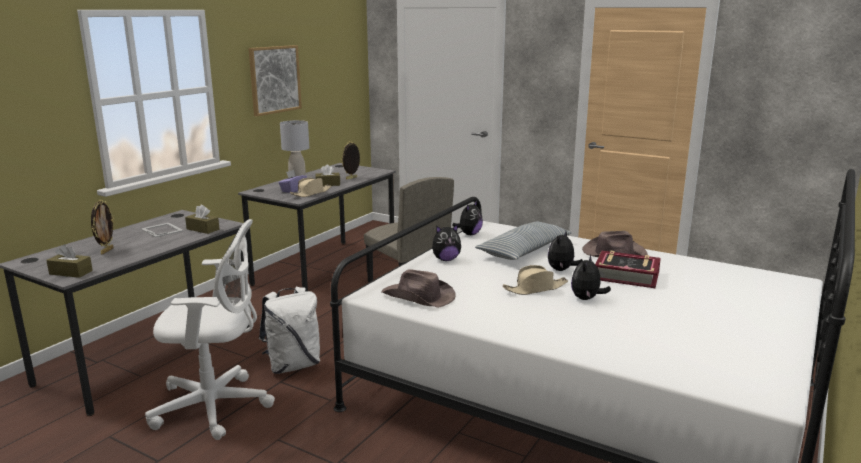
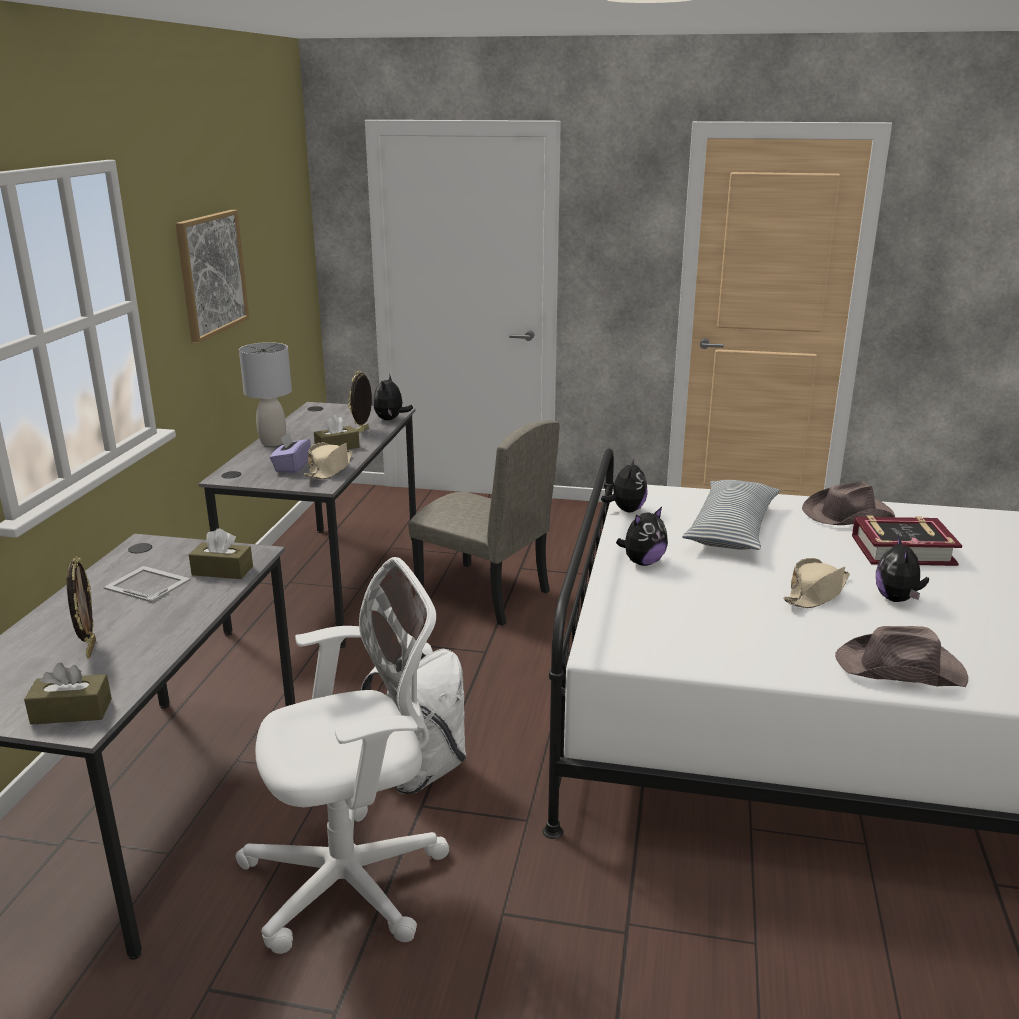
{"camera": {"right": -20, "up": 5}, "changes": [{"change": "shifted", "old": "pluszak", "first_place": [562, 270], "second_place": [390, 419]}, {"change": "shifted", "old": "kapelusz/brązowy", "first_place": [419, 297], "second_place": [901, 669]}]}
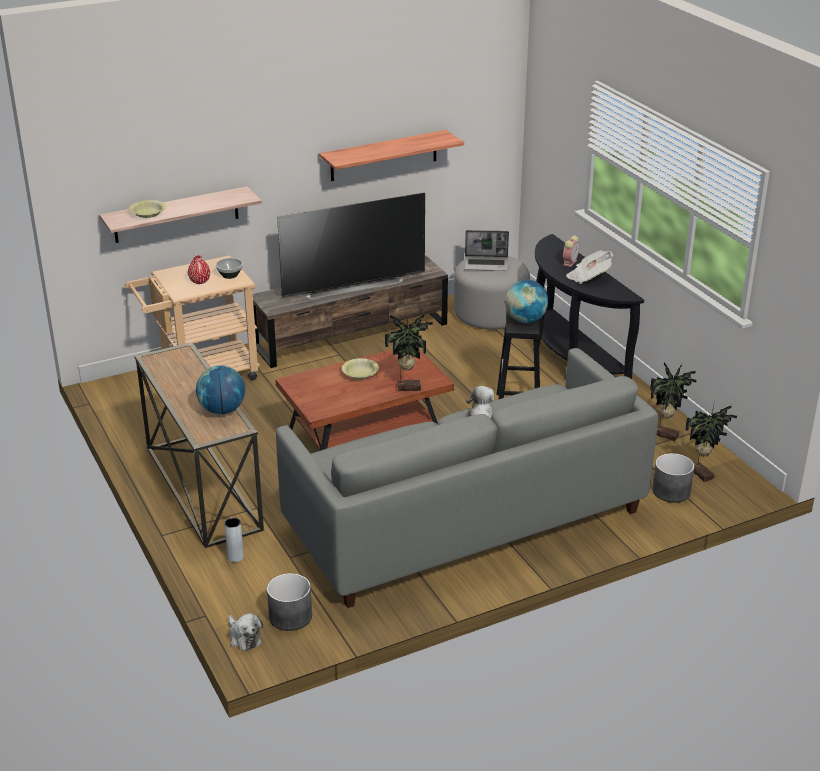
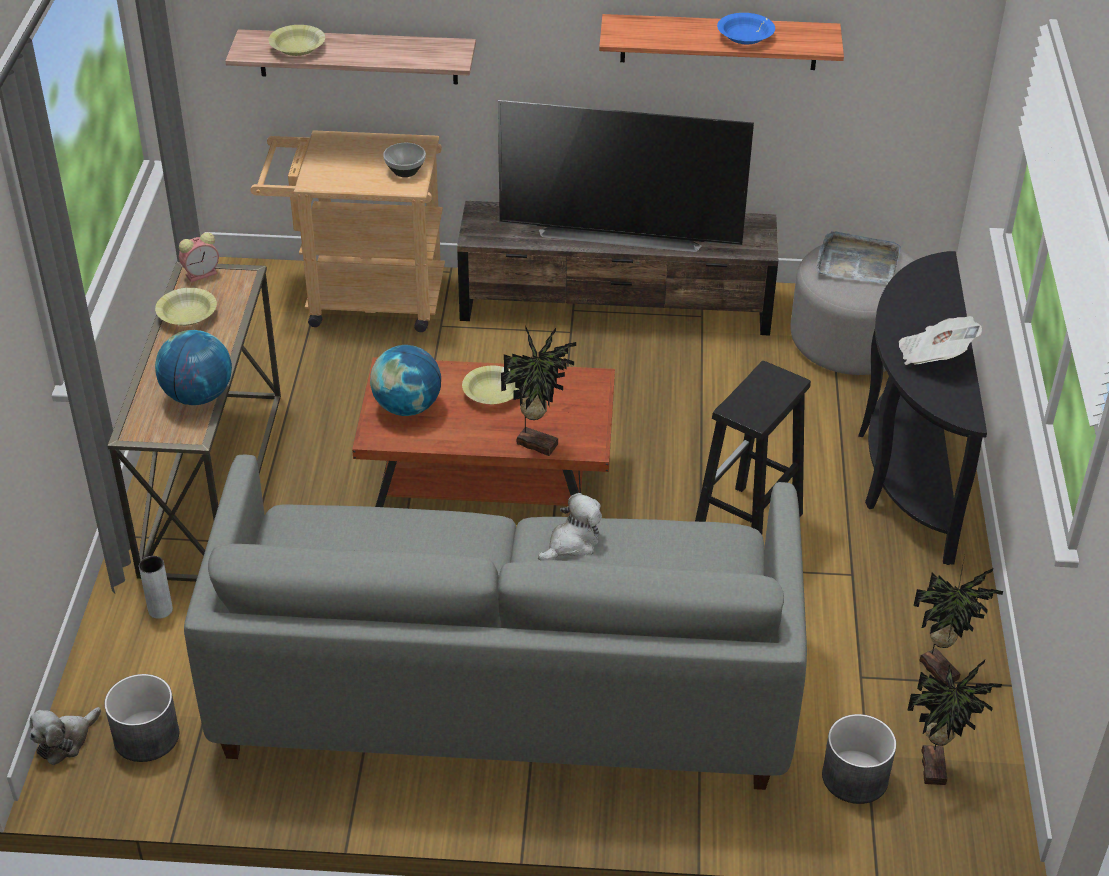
{"camera": {"right": 30, "up": 10}, "changes": [{"change": "swapped", "old": "laptop", "new": "taca/szary", "first_place": [486, 264], "second_place": [857, 262]}, {"change": "shifted", "old": "budzik", "first_place": [570, 262], "second_place": [202, 273]}, {"change": "gone", "old": "wazon/czerwony", "first_place": [199, 281]}, {"change": "shifted", "old": "globus", "first_place": [525, 320], "second_place": [407, 407]}, {"change": "rotated", "old": "pluszak", "first_place": [244, 637], "second_place": [65, 741], "degrees": 45}, {"change": "new", "new": "miska/niebieski", "second_place": [745, 36]}, {"change": "new", "new": "miska/żółty", "second_place": [187, 315]}]}
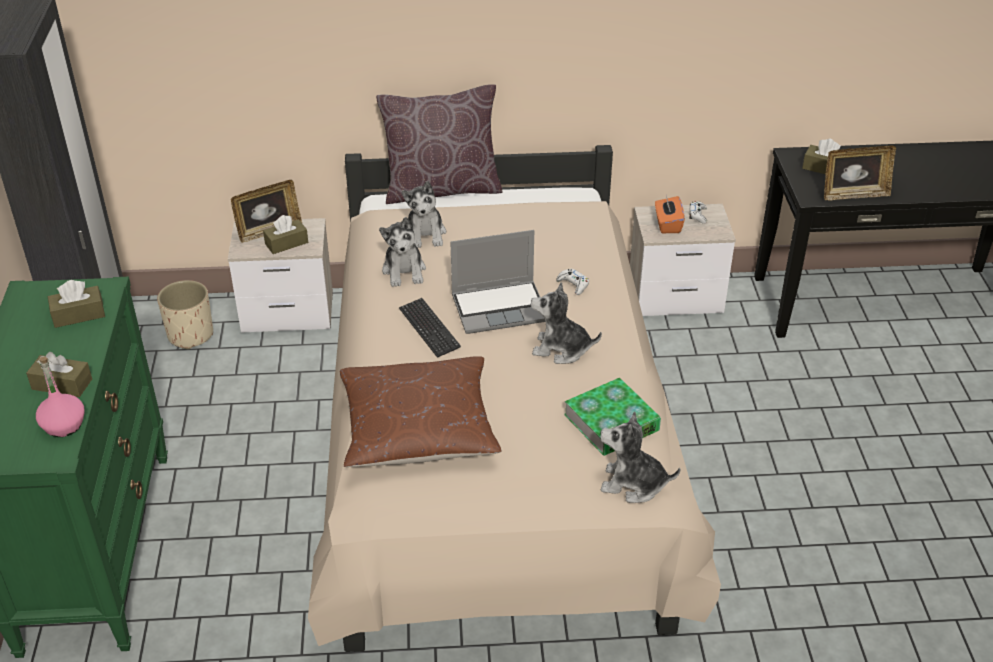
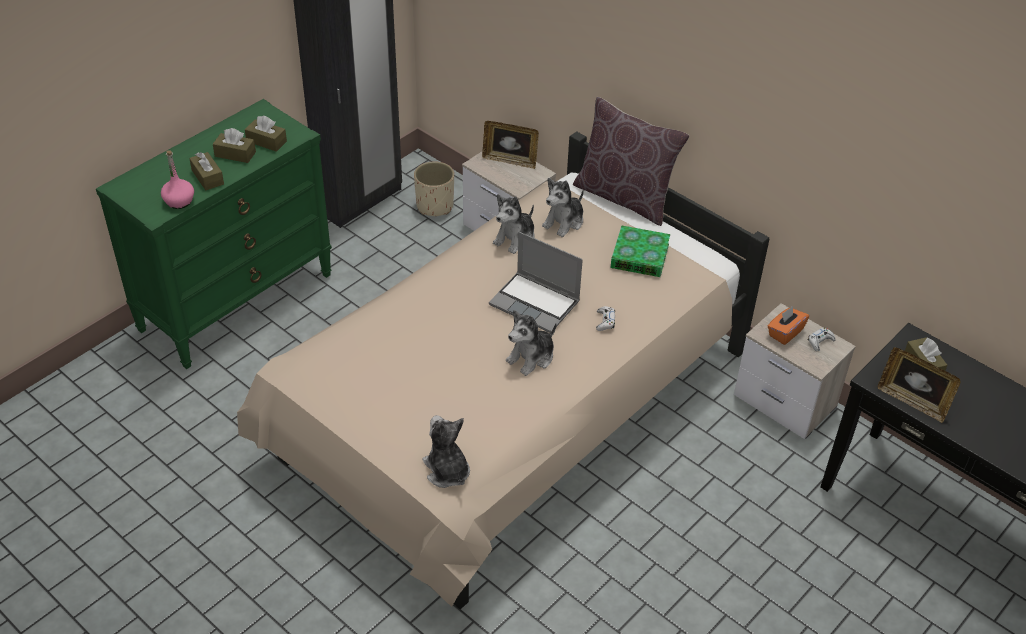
{"camera": {"right": 45, "up": 5}, "changes": [{"change": "shifted", "old": "pudełko chusteczek/brązowy", "first_place": [286, 243], "second_place": [235, 154]}, {"change": "rotated", "old": "pluszak", "first_place": [561, 349], "second_place": [531, 357], "degrees": -105}, {"change": "gone", "old": "klawiatura", "first_place": [429, 329]}, {"change": "gone", "old": "poduszka/brązowy", "first_place": [418, 429]}, {"change": "shifted", "old": "książka", "first_place": [611, 422], "second_place": [639, 256]}]}
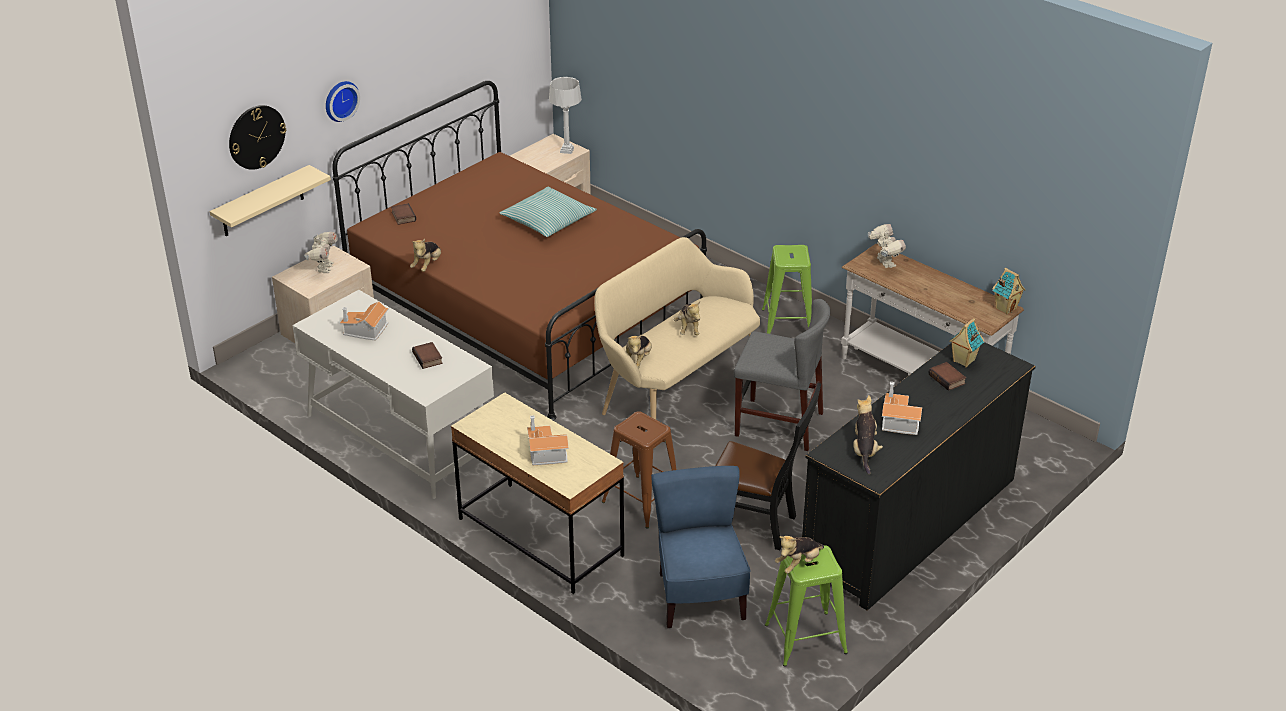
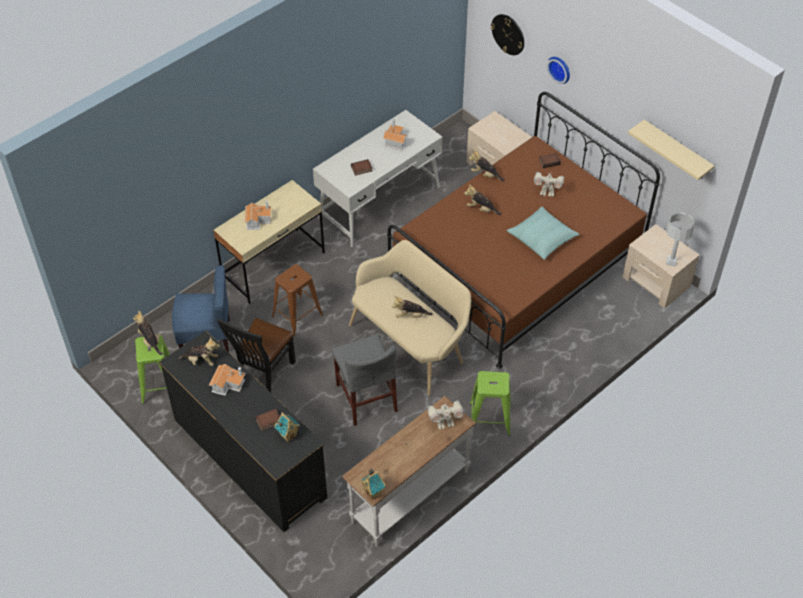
{"camera": {"right": 95, "up": 15}, "changes": [{"change": "shifted", "old": "półka/beżowy", "first_place": [262, 202], "second_place": [676, 151]}, {"change": "shifted", "old": "robot zabawkowy", "first_place": [324, 268], "second_place": [547, 192]}, {"change": "rotated", "old": "krzesło/szary", "first_place": [778, 424], "second_place": [366, 398], "degrees": -45}, {"change": "shifted", "old": "pluszak", "first_place": [638, 360], "second_place": [481, 209]}]}
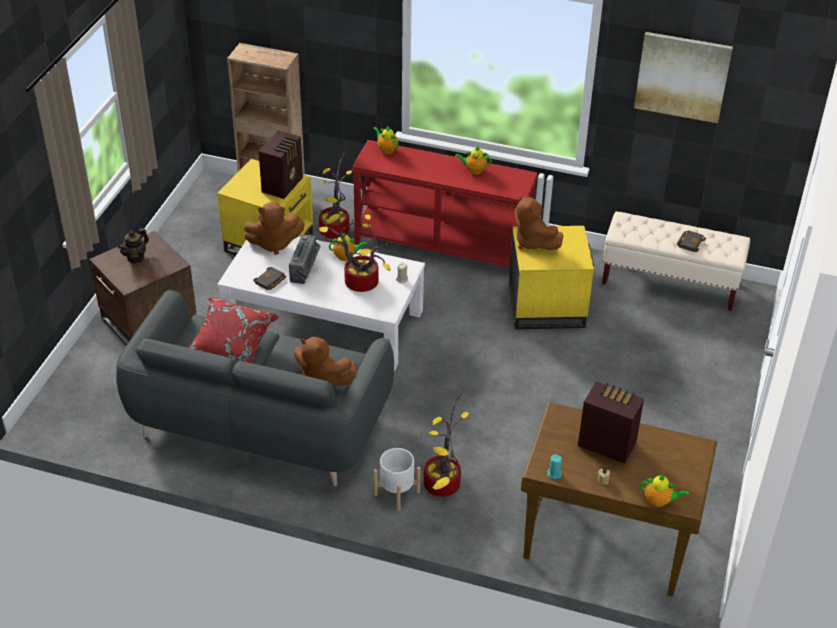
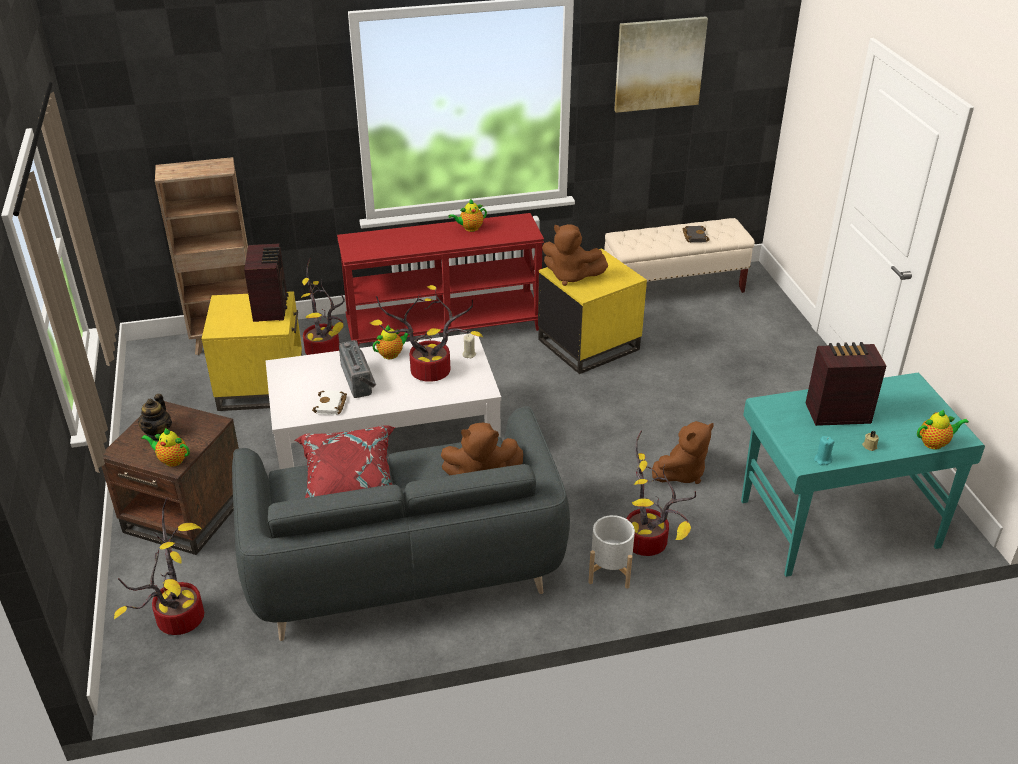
{"camera": {"right": -30, "up": -5}, "changes": [{"change": "shifted", "old": "imbryk", "first_place": [386, 149], "second_place": [171, 460]}, {"change": "shifted", "old": "pluszak/brązowy", "first_place": [274, 244], "second_place": [682, 473]}, {"change": "repainted", "old": "książka/czarny", "new": "książka/biały", "first_place": [270, 281], "second_place": [331, 405]}, {"change": "repainted", "old": "biurko/brązowy", "new": "biurko/turkusowy", "first_place": [606, 538], "second_place": [836, 522]}, {"change": "new", "new": "roślina doniczkowa", "second_place": [179, 616]}]}
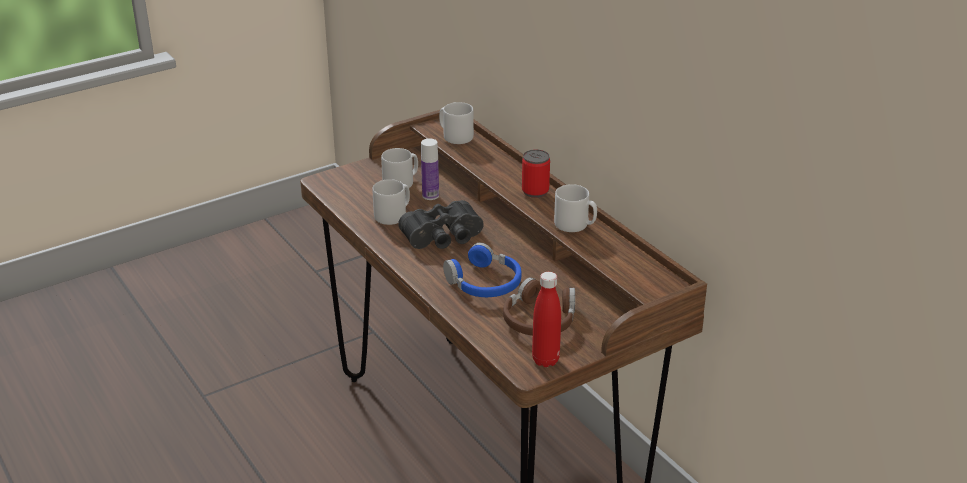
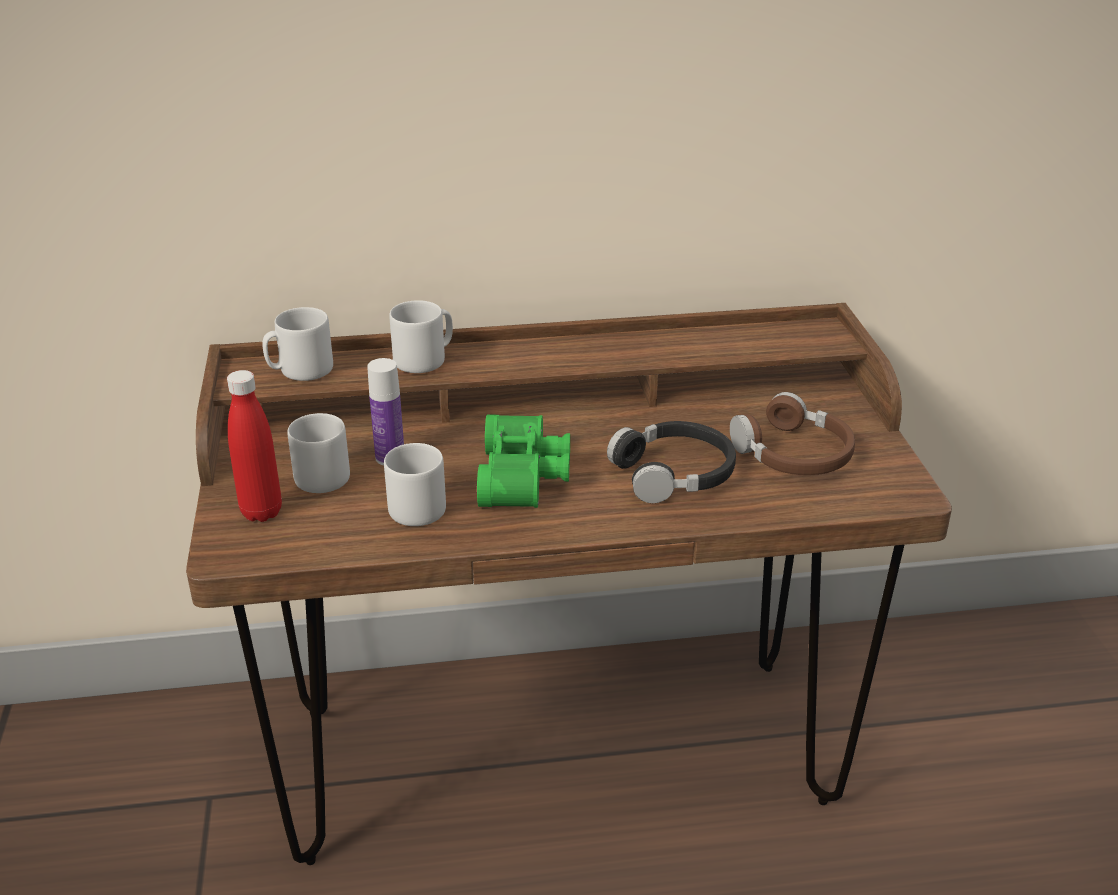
{"camera": {"right": -65, "up": 0}, "changes": [{"change": "gone", "old": "puszka", "first_place": [535, 191]}, {"change": "shifted", "old": "kubek/szary", "first_place": [575, 225], "second_place": [425, 359]}, {"change": "repainted", "old": "lornetka/czarny", "new": "lornetka/zielony", "first_place": [444, 238], "second_place": [526, 476]}, {"change": "repainted", "old": "słuchawki/niebieski", "new": "słuchawki/czarny", "first_place": [484, 283], "second_place": [674, 473]}, {"change": "shifted", "old": "butelka/czerwony", "first_place": [545, 360], "second_place": [261, 512]}]}
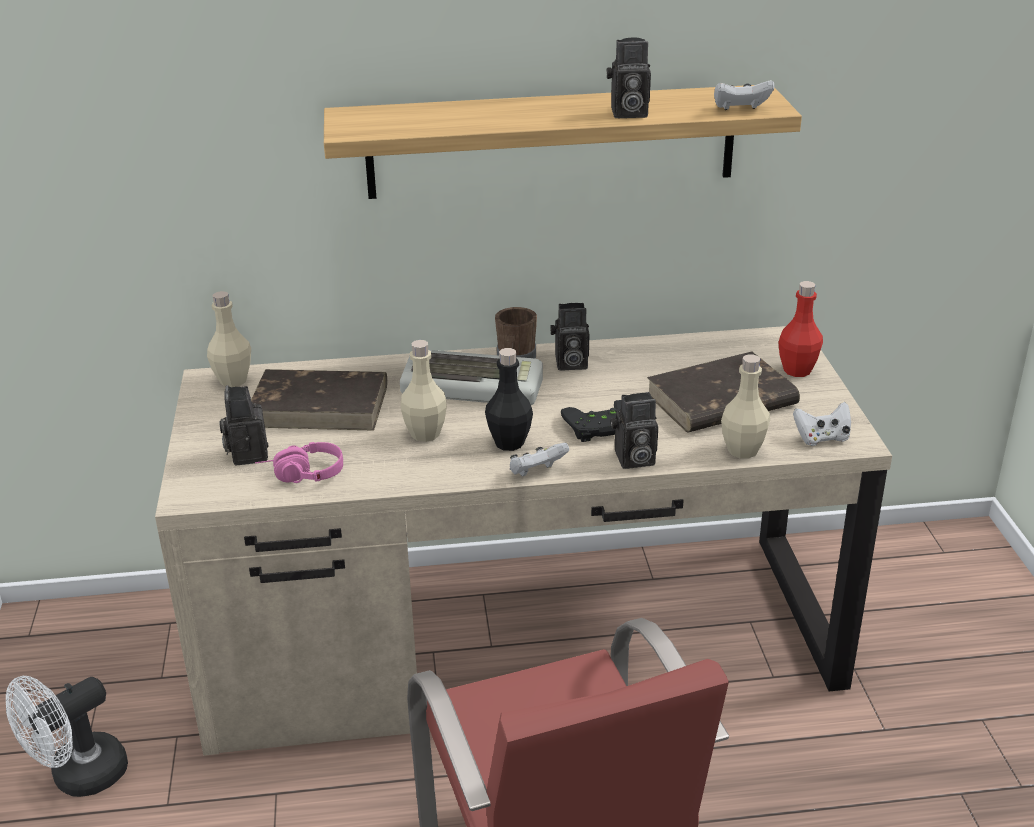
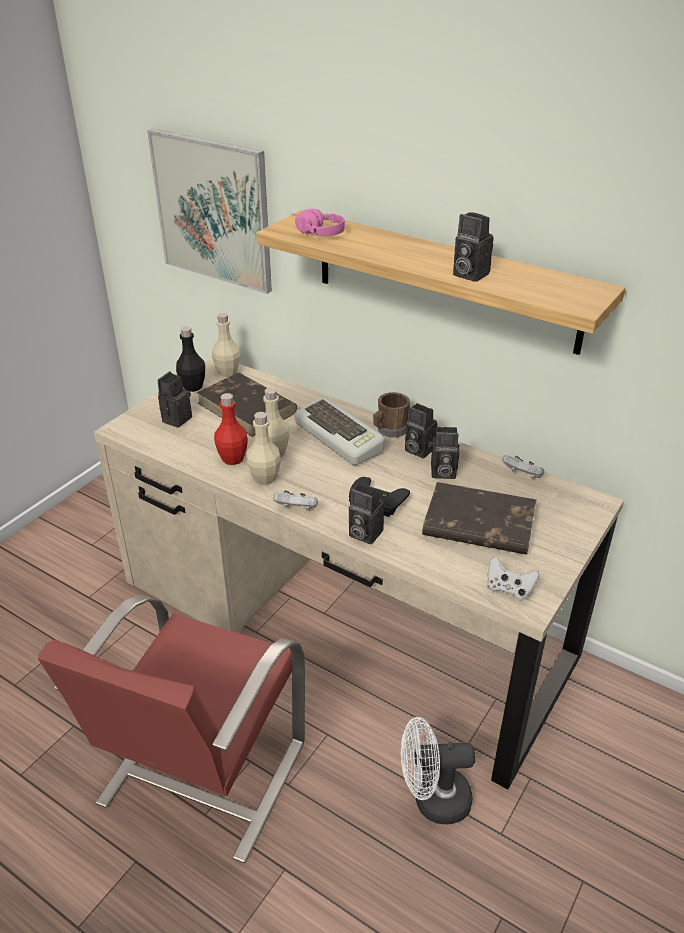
{"camera": {"right": 40, "up": 5}, "changes": [{"change": "shifted", "old": "pad do gier/biały", "first_place": [740, 110], "second_place": [522, 476]}, {"change": "shifted", "old": "butelka/czerwony", "first_place": [797, 370], "second_place": [232, 459]}, {"change": "shifted", "old": "butelka/czarny", "first_place": [509, 443], "second_place": [193, 387]}, {"change": "shifted", "old": "butelka/beżowy", "first_place": [742, 450], "second_place": [265, 478]}, {"change": "shifted", "old": "słuchawki/różowy", "first_place": [301, 476], "second_place": [314, 232]}, {"change": "shifted", "old": "wentylator/biały", "first_place": [79, 777], "second_place": [432, 800]}, {"change": "new", "new": "obraz", "second_place": [213, 210]}, {"change": "new", "new": "aparat fotograficzny", "second_place": [441, 472]}]}
